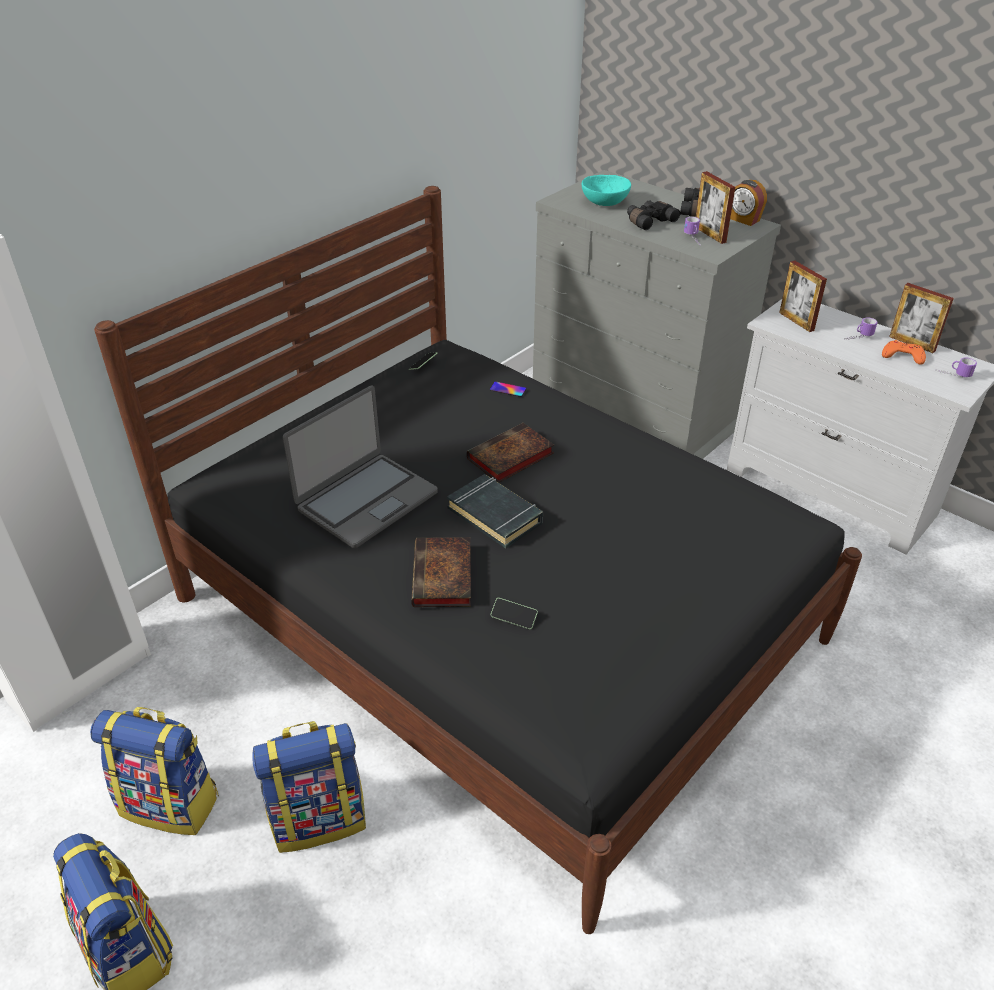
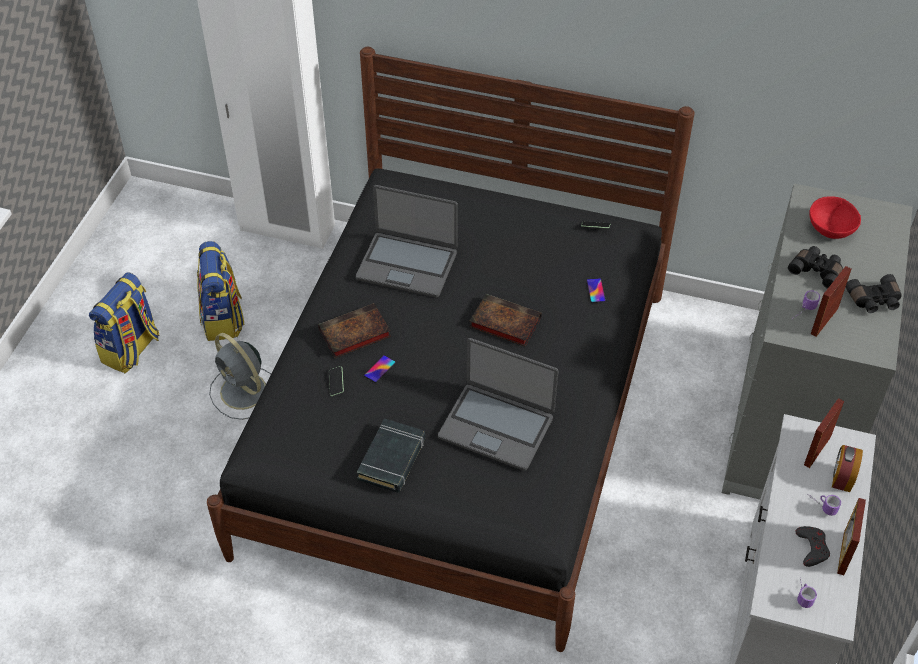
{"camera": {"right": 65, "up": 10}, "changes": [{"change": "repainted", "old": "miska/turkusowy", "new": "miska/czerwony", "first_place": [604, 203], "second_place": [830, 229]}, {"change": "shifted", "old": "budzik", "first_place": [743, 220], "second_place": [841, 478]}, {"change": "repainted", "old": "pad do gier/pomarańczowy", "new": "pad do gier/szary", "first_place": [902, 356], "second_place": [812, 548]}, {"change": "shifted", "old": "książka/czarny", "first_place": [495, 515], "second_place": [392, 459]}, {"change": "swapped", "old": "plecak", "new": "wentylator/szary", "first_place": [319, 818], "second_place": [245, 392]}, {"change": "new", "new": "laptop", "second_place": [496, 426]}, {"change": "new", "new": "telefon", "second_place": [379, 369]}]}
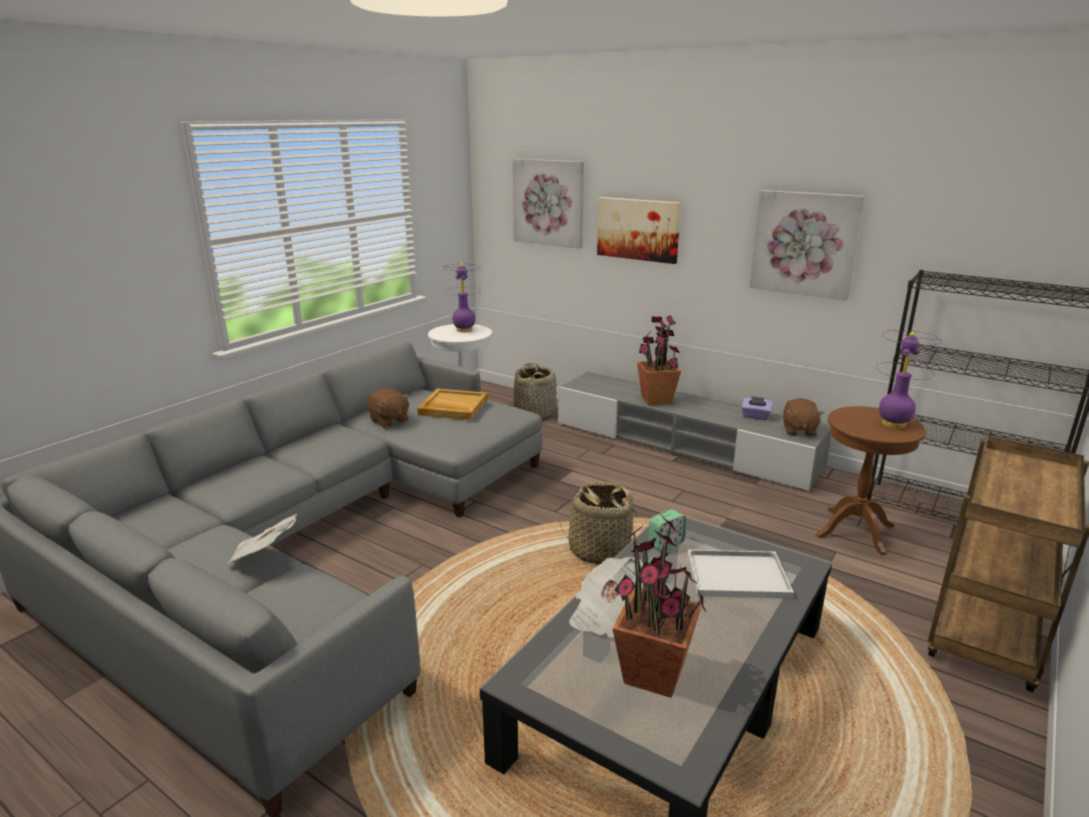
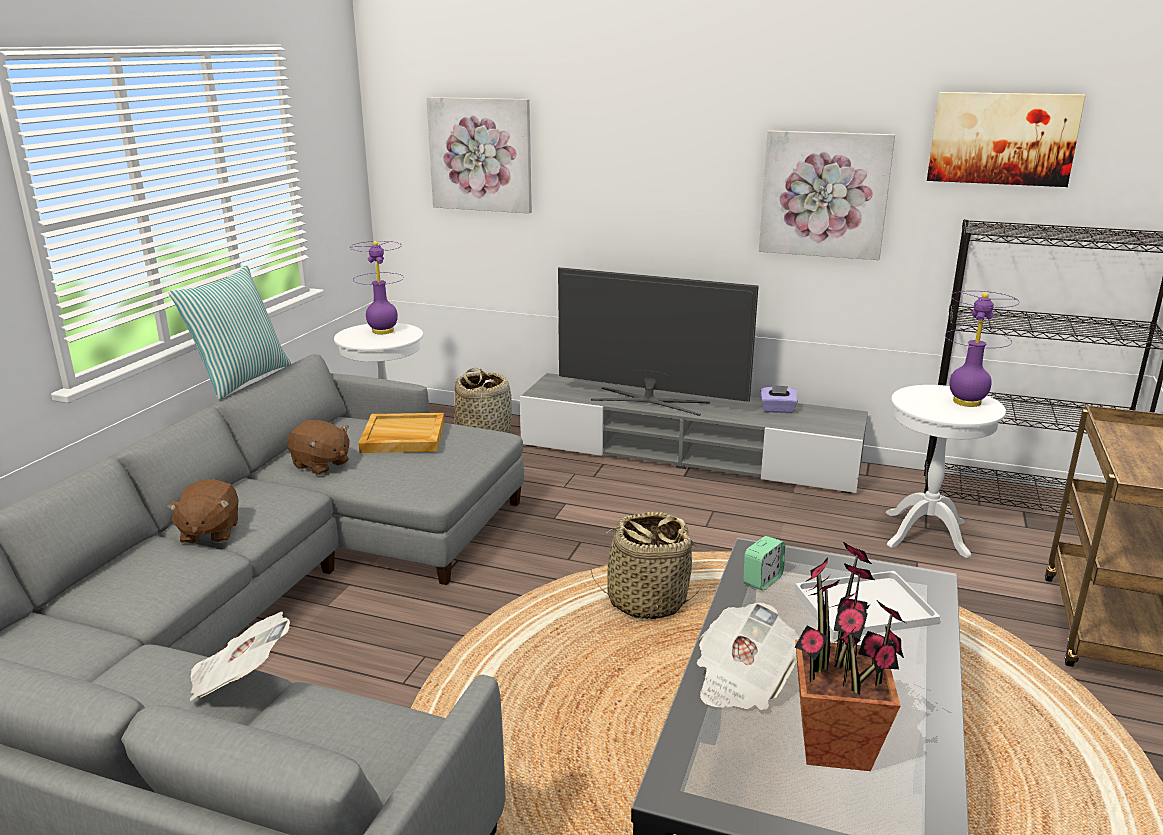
{"camera": {"right": -15, "up": 0}, "changes": [{"change": "shifted", "old": "obraz", "first_place": [638, 229], "second_place": [1002, 138]}, {"change": "swapped", "old": "roślina doniczkowa", "new": "telewizor", "first_place": [656, 400], "second_place": [650, 401]}, {"change": "shifted", "old": "pluszak/brązowy", "first_place": [798, 430], "second_place": [209, 532]}, {"change": "repainted", "old": "stolik/brązowy", "new": "stolik/biały", "first_place": [855, 531], "second_place": [926, 534]}, {"change": "new", "new": "poduszka", "second_place": [240, 380]}]}
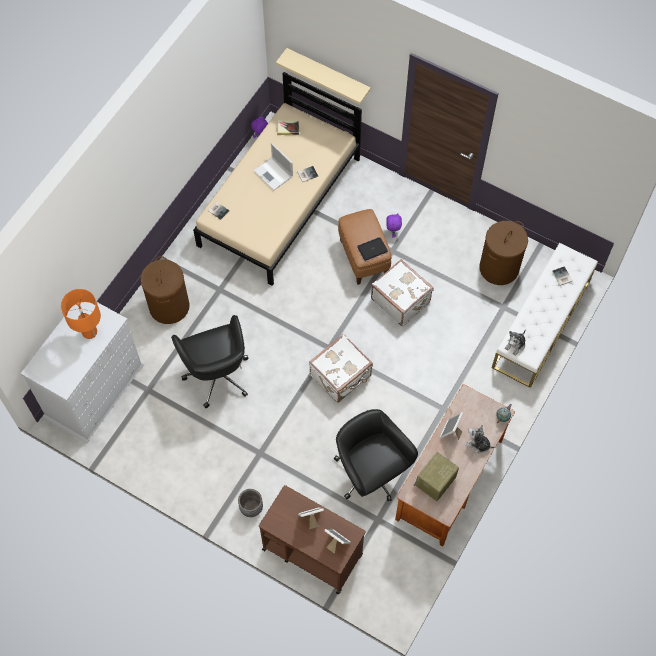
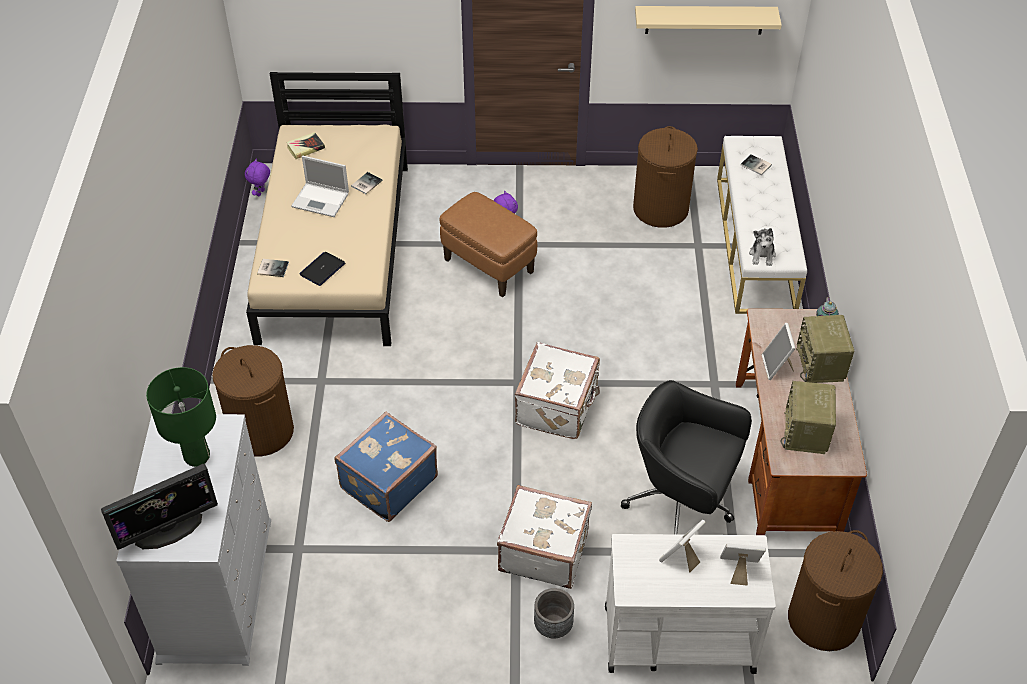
{"camera": {"right": -30, "up": -15}, "changes": [{"change": "shifted", "old": "półka/beżowy", "first_place": [328, 74], "second_place": [704, 20]}, {"change": "shifted", "old": "laptop", "first_place": [372, 249], "second_place": [322, 269]}, {"change": "shifted", "old": "walizka/biały", "first_place": [401, 299], "second_place": [543, 550]}, {"change": "repainted", "old": "lampa stołowa/pomarańczowy", "new": "lampa stołowa/zielony", "first_place": [89, 332], "second_place": [196, 457]}, {"change": "swapped", "old": "krzesło biurowe/czarny", "new": "walizka/niebieski", "first_place": [217, 374], "second_place": [387, 482]}, {"change": "swapped", "old": "pluszak", "new": "radio", "first_place": [478, 444], "second_place": [821, 365]}, {"change": "repainted", "old": "wózek/brązowy", "new": "wózek/biały", "first_place": [311, 551], "second_place": [677, 638]}, {"change": "new", "new": "monitor", "second_place": [168, 529]}, {"change": "new", "new": "kosz na pranie/brązowy", "second_place": [824, 620]}]}
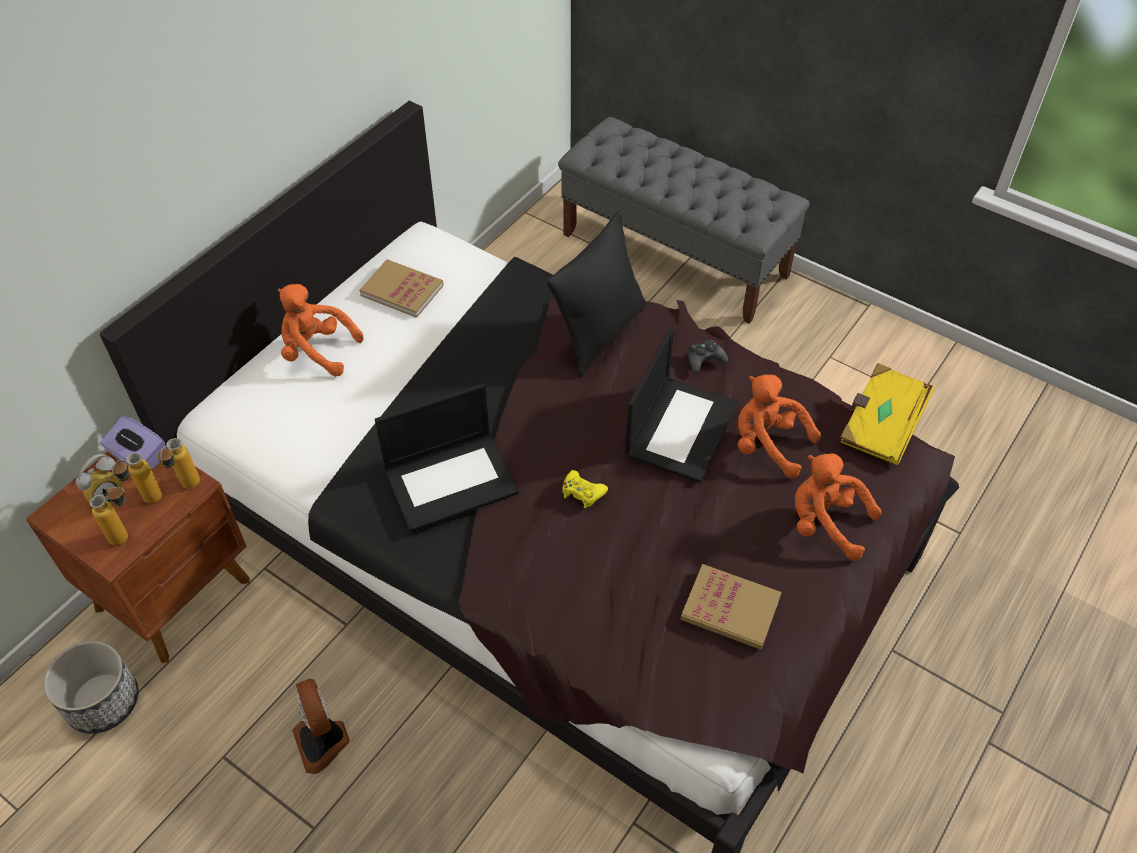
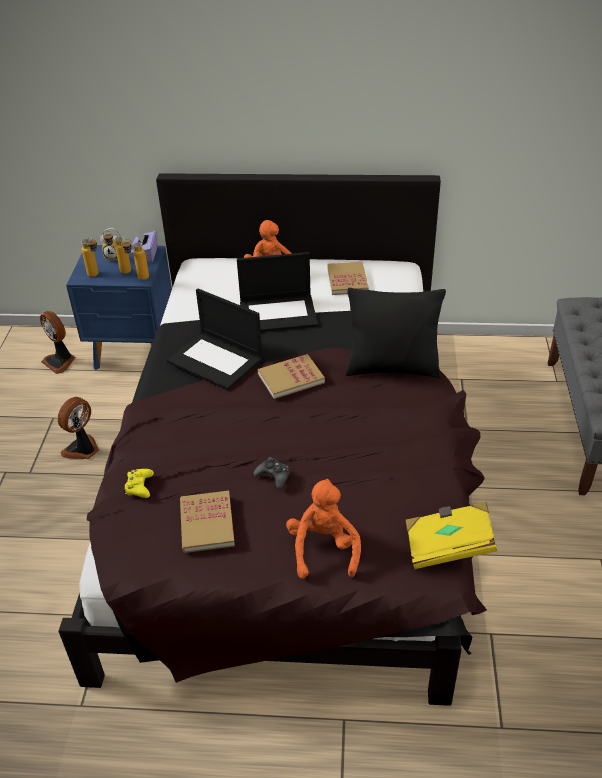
{"camera": {"right": 60, "up": -10}, "changes": [{"change": "shifted", "old": "laptop", "first_place": [681, 428], "second_place": [279, 313]}, {"change": "shifted", "old": "pad do gier/czarny", "first_place": [704, 359], "second_place": [274, 476]}, {"change": "gone", "old": "pluszak/pomarańczowy", "first_place": [767, 444]}, {"change": "repainted", "old": "szafka nocna/brązowy", "new": "szafka nocna/niebieski", "first_place": [176, 595], "second_place": [136, 351]}, {"change": "shifted", "old": "pad do gier/żółty", "first_place": [582, 492], "second_place": [139, 486]}, {"change": "swapped", "old": "donica", "new": "wentylator", "first_place": [103, 701], "second_place": [60, 361]}, {"change": "new", "new": "książka", "second_place": [291, 378]}]}
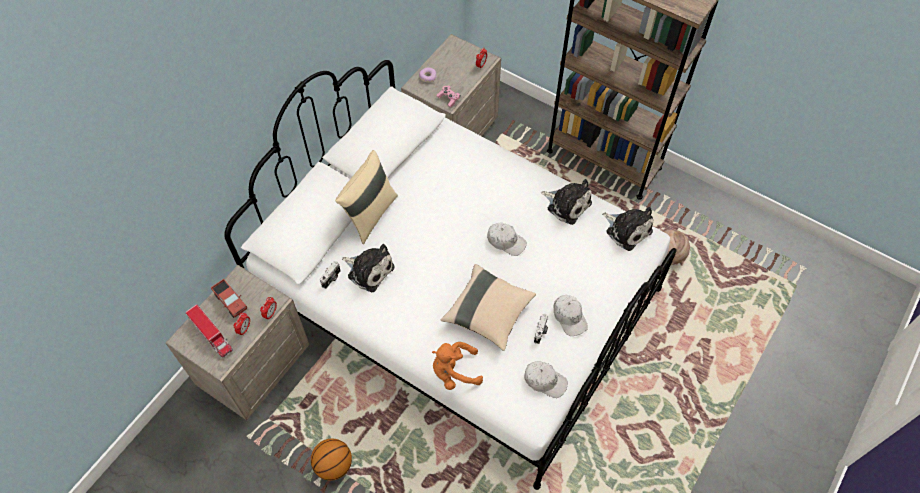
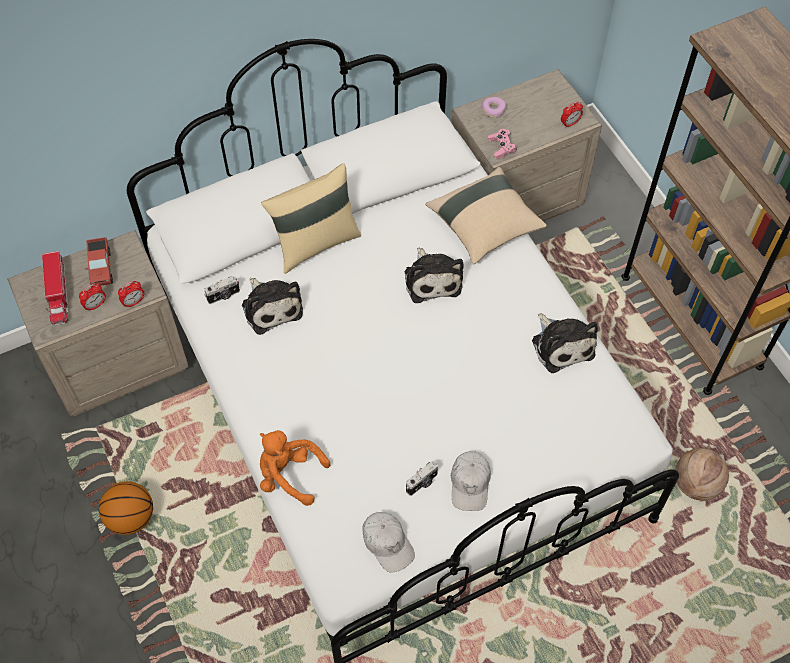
{"camera": {"right": 30, "up": 0}, "changes": [{"change": "shifted", "old": "pluszak", "first_place": [627, 229], "second_place": [432, 279]}, {"change": "gone", "old": "czapka z daszkiem/biały", "first_place": [506, 241]}, {"change": "shifted", "old": "poduszka/beżowy", "first_place": [488, 313], "second_place": [485, 225]}]}
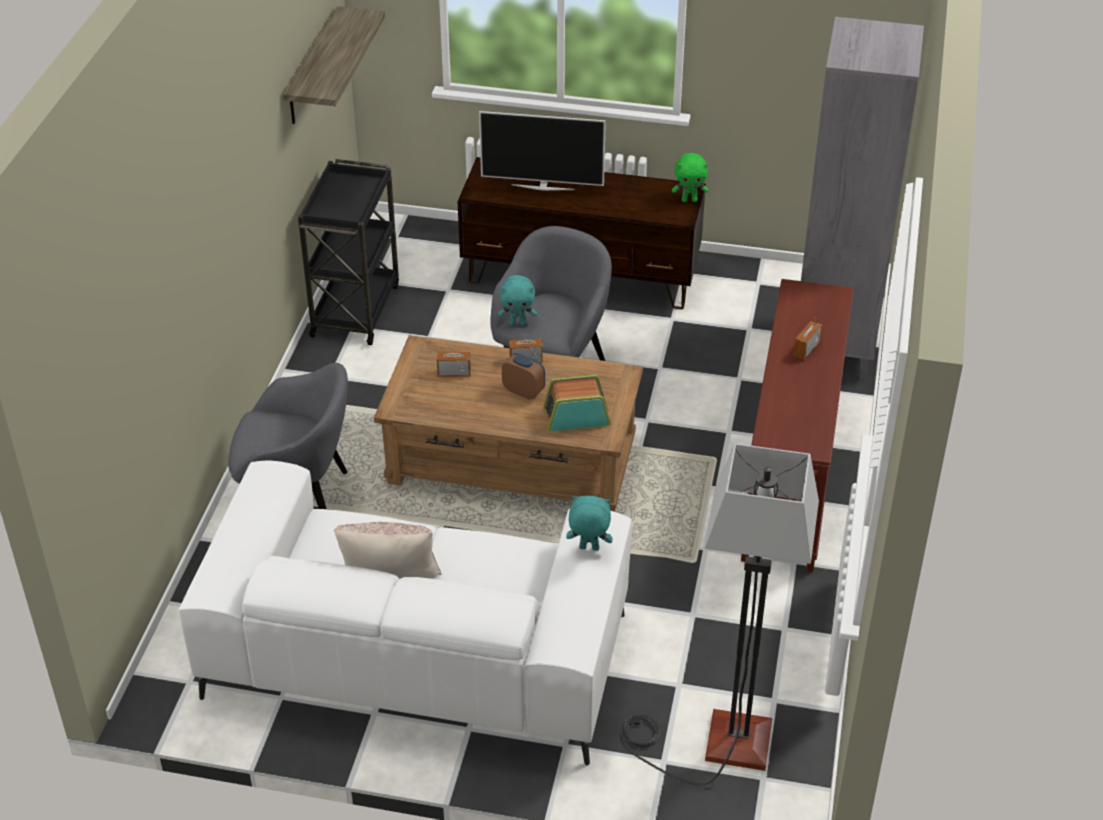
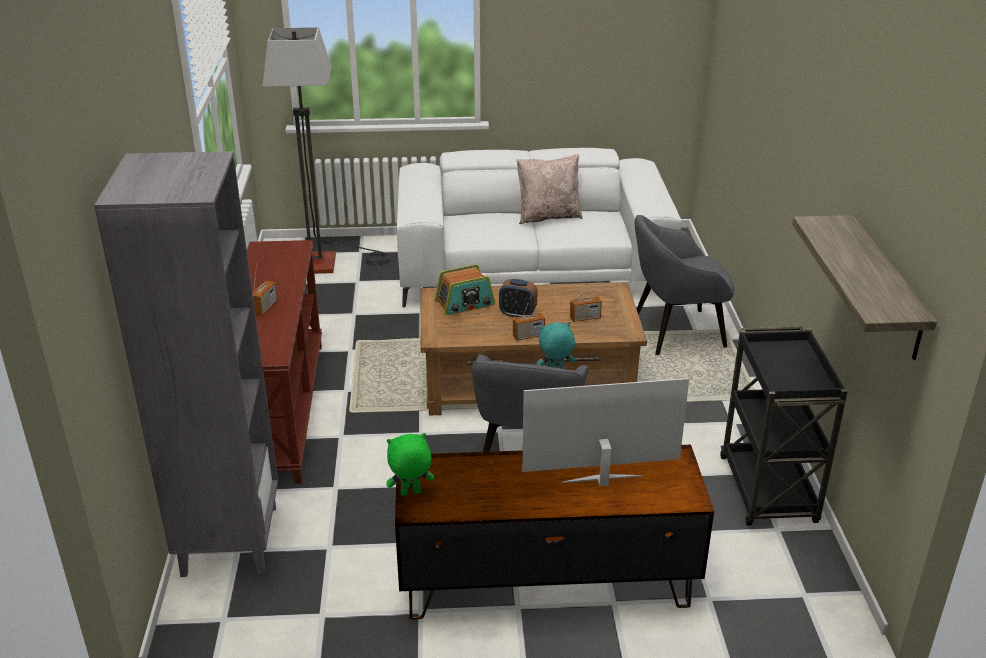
{"camera": {"right": 165, "up": -10}, "changes": [{"change": "gone", "old": "pluszak/turkusowy", "first_place": [588, 549]}]}
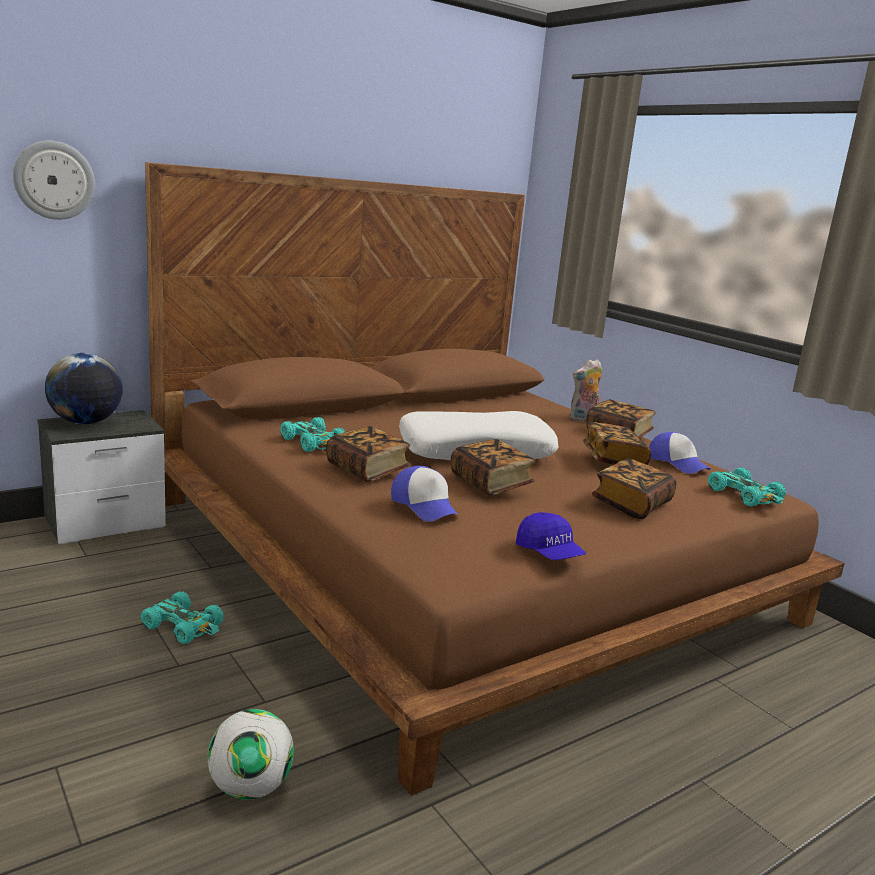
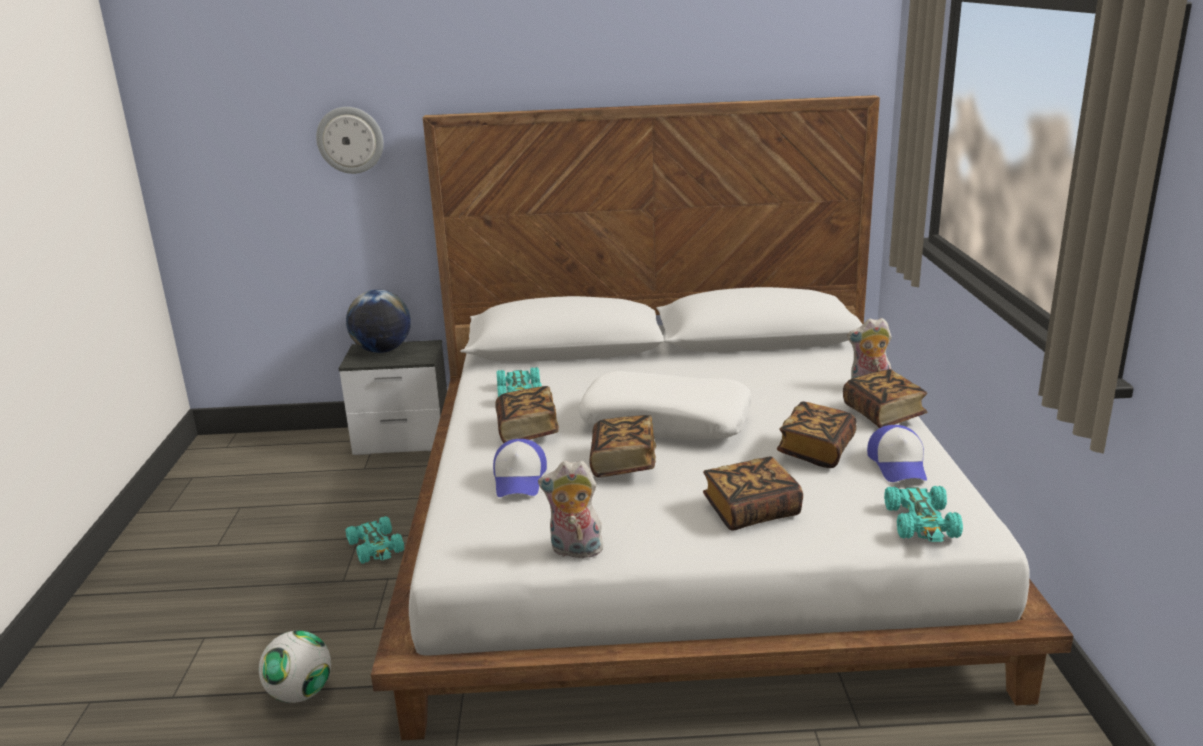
{"camera": {"right": 35, "up": 5}, "changes": [{"change": "repainted", "old": "łóżko/brązowy", "new": "łóżko/biały", "first_place": [462, 559], "second_place": [681, 530]}, {"change": "swapped", "old": "czapka z daszkiem/niebieski", "new": "pluszak", "first_place": [549, 553], "second_place": [574, 551]}]}
